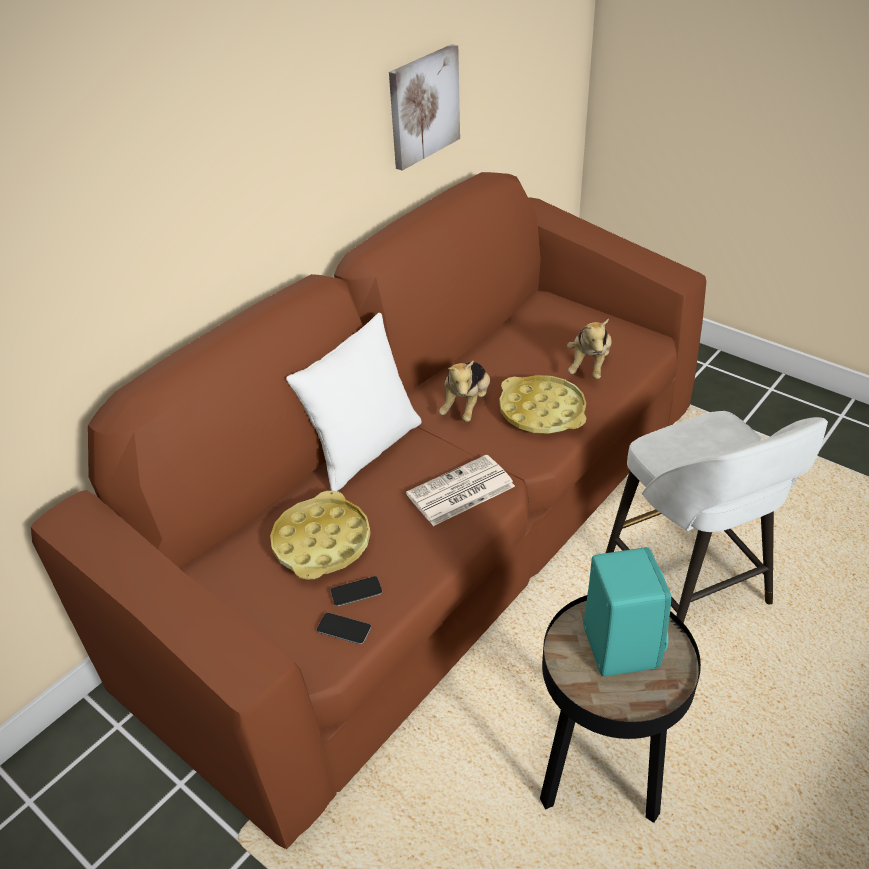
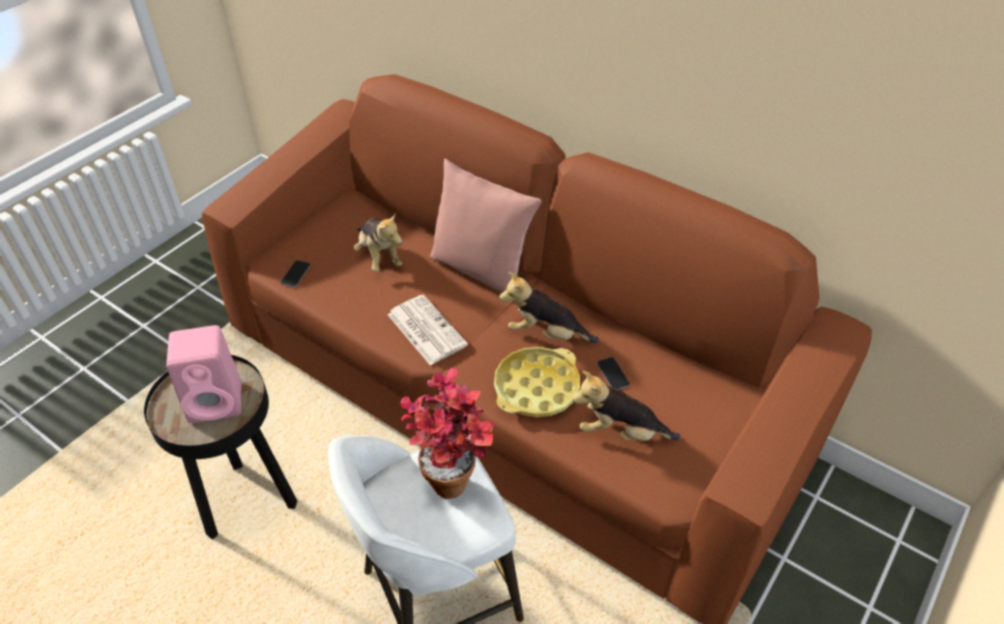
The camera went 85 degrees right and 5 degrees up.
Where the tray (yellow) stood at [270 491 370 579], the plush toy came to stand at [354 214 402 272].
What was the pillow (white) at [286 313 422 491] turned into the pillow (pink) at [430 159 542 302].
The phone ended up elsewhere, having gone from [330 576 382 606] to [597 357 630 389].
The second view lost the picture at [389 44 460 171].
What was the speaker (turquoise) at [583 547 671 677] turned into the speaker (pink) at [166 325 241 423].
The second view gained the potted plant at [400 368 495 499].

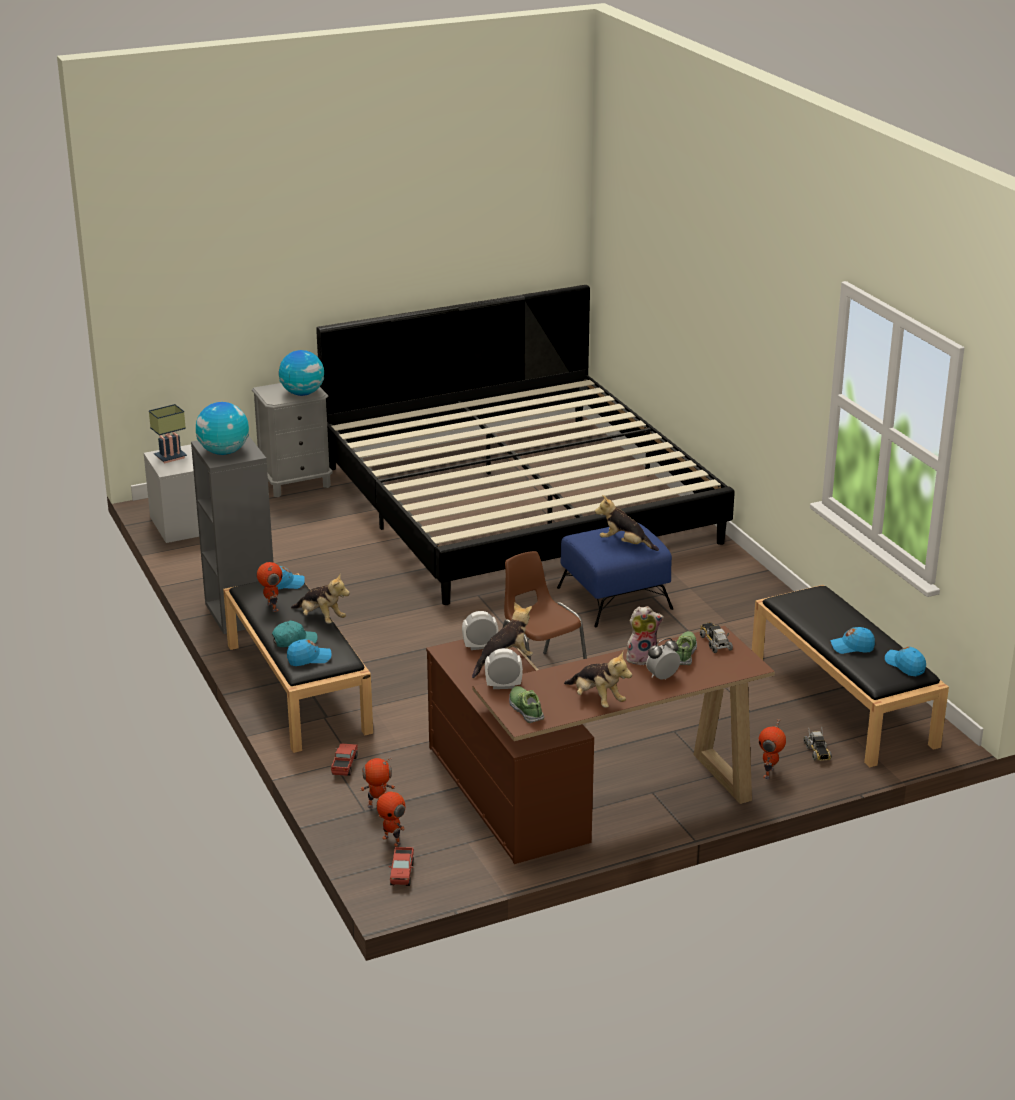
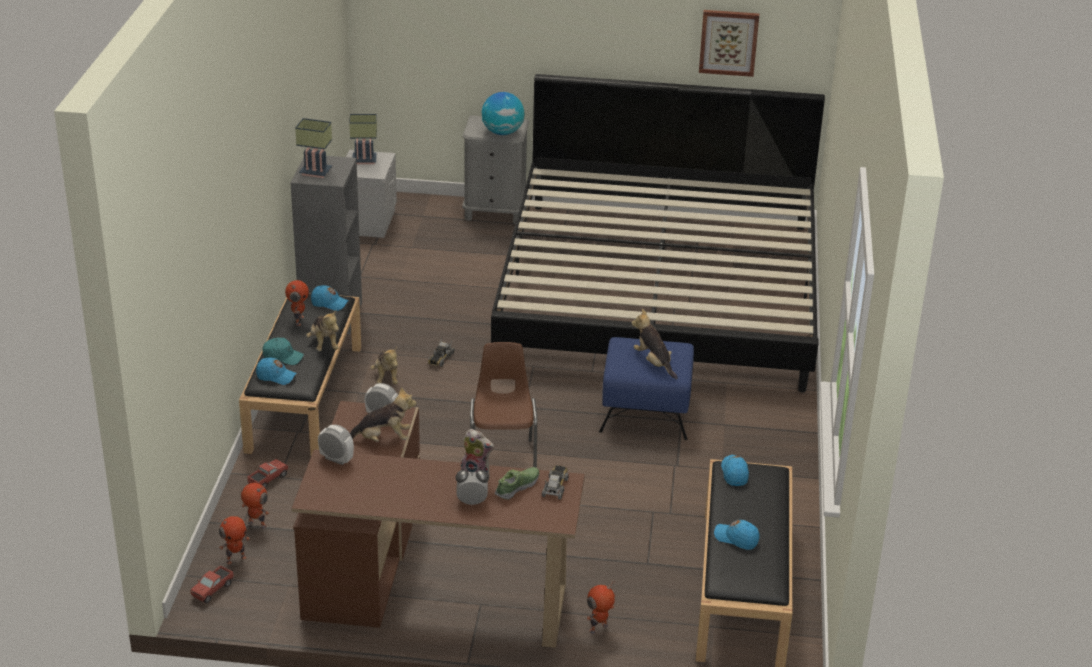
The camera went 30 degrees right and 5 degrees up.
Where the globe stood at [196 402 249 455], the table lamp came to stand at [295 118 332 178].
The toy robot at [377 784 405 847] ended up facing another way, 105 degrees counterclockwise from before.
The second view lost the shoe at [509 686 545 723].
The plush toy ended up elsewhere, having gone from [564 652 632 708] to [370 347 398 384].
The toy truck ended up elsewhere, having gone from [804 727 832 761] to [428 338 455 366].
The cap (blue) ended up elsewhere, having gone from [885 647 926 676] to [721 455 749 486].
The second view gained the picture at [699 10 759 77].

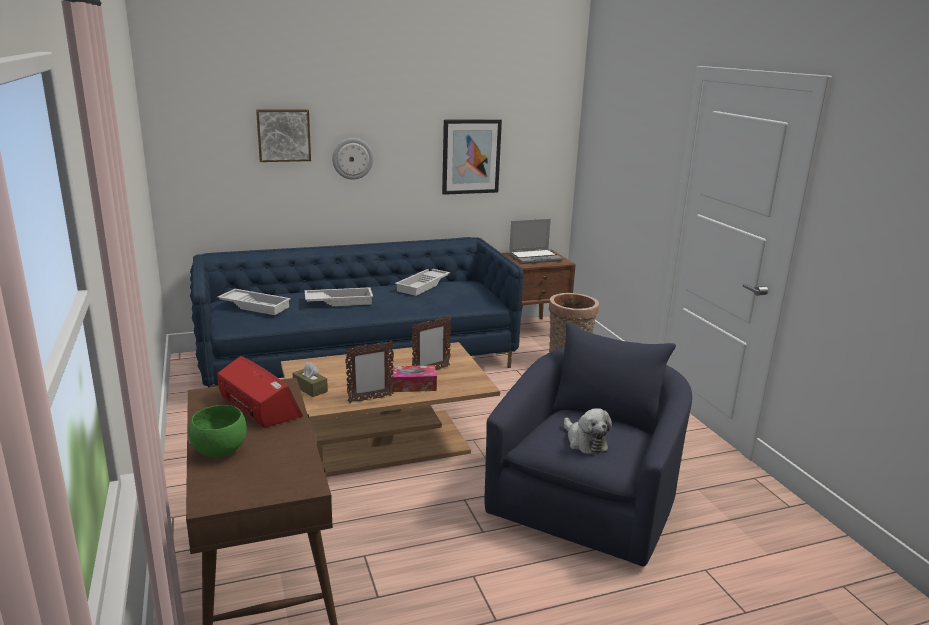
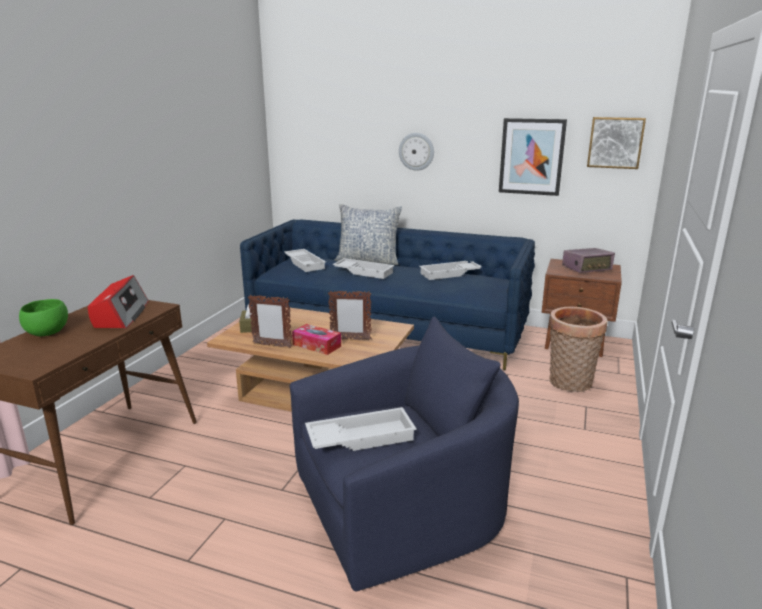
The camera went 40 degrees right and 0 degrees up.
The picture ended up elsewhere, having gone from [256 110 311 162] to [587 117 646 169].
Where the laptop stood at [509 219 563 264], the radio came to stand at [562 248 615 273].
Where the plush toy stood at [564 408 612 455], the tray (white) came to stand at [305 407 417 451].
The second view gained the pillow at [335 204 402 265].

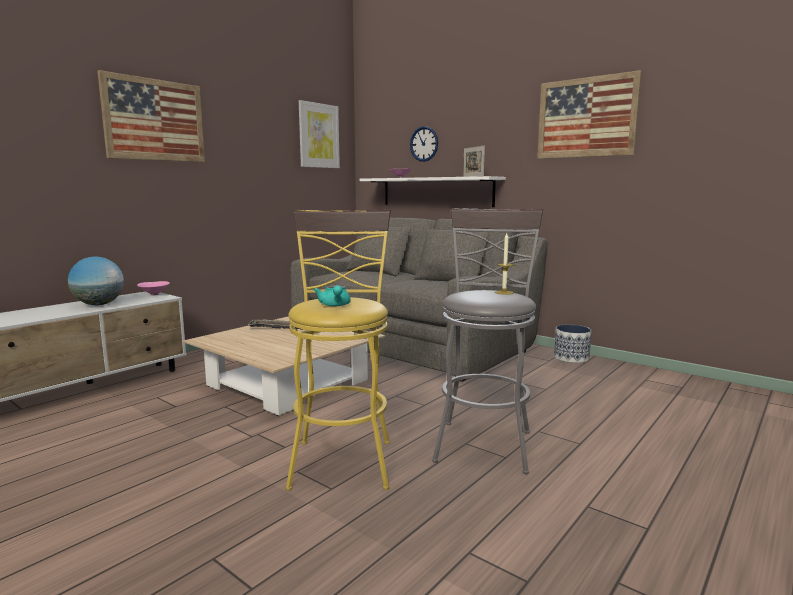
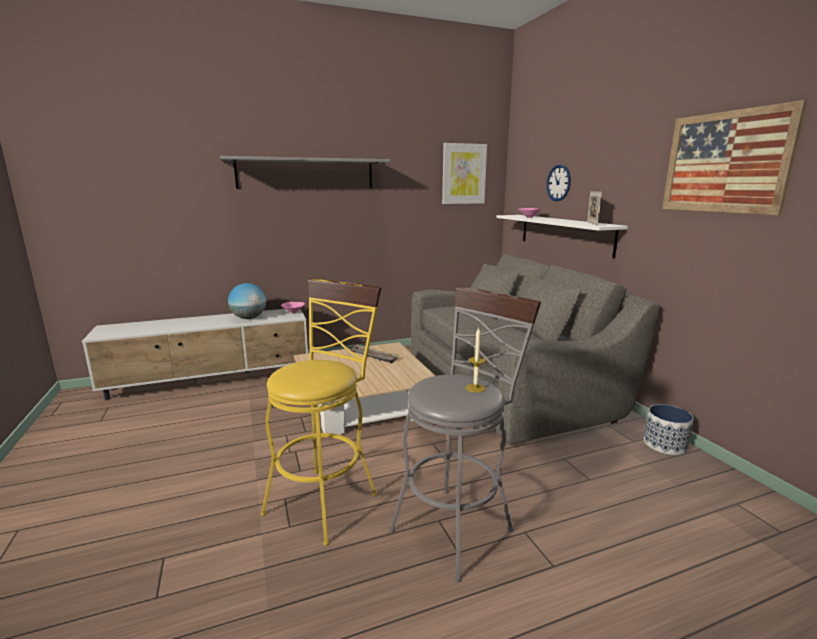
The camera went 30 degrees right and 5 degrees up.
Where the picture hung at [97 70 205 162], the shelf (grey) came to hang at [220 156 390 189].
The second view lost the teapot (turquoise) at [314 285 351 306].

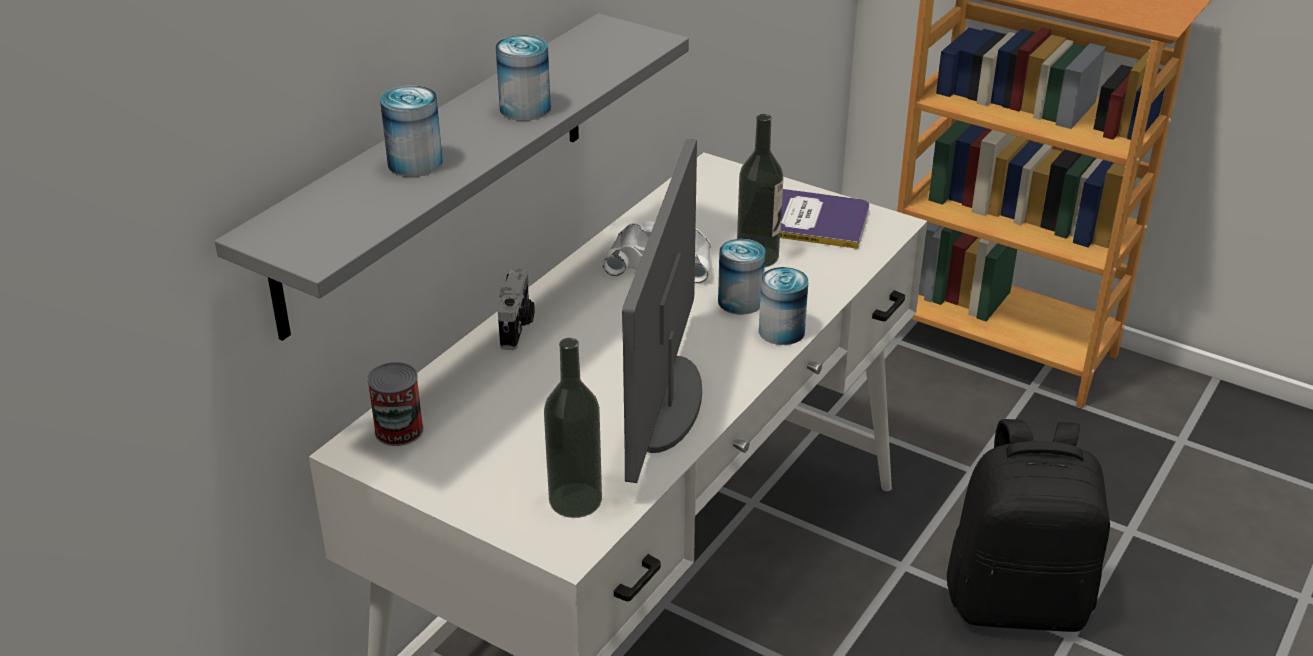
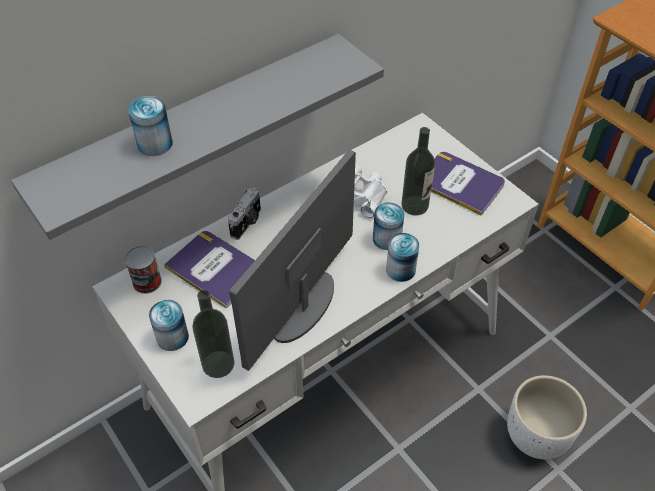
The camera went 20 degrees right and 15 degrees up.
The can ended up elsewhere, having gone from [496 35 551 121] to [149 300 189 351].
Where the backpack (black) stood at [947 419 1110 632], the planter (white) came to stand at [507 375 587 459].
The second view gained the book at [164 231 255 309].

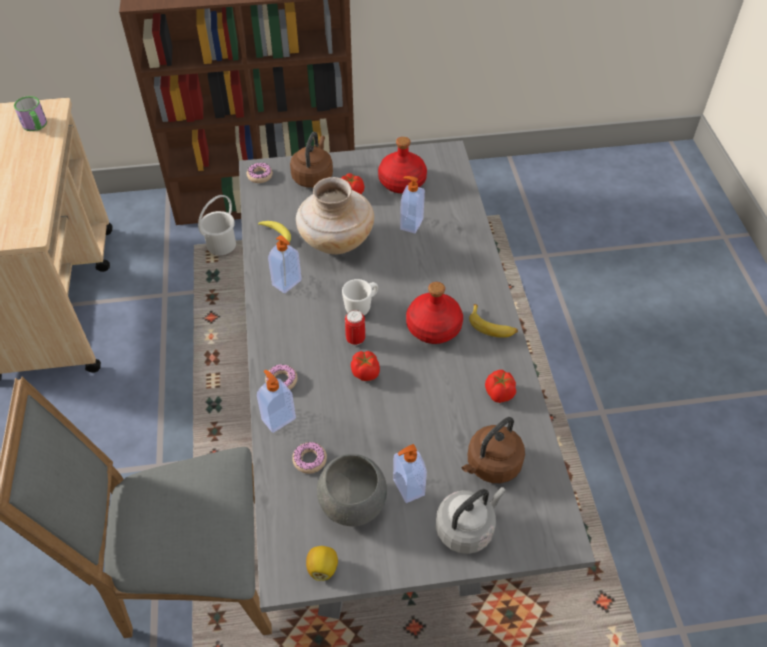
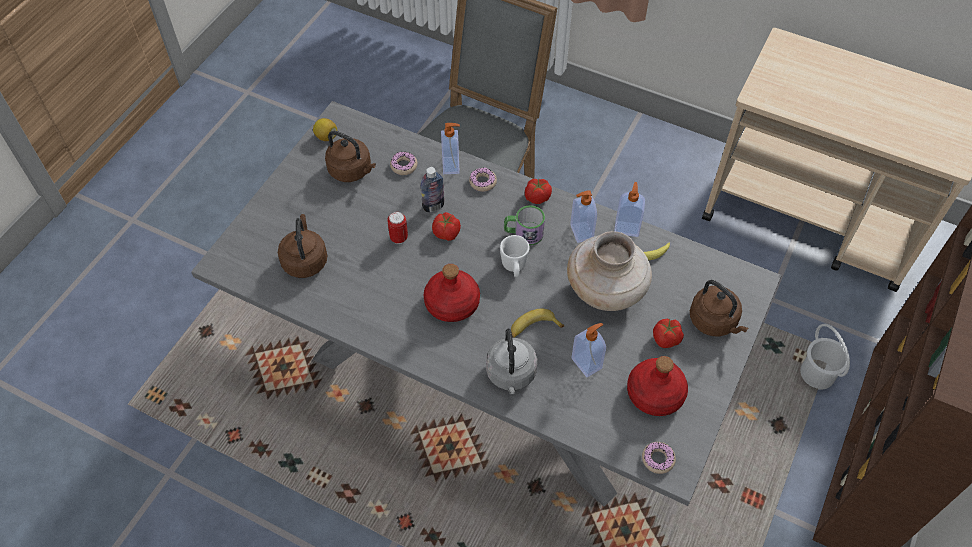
The camera went 125 degrees right and 5 degrees up.
The mug ended up elsewhere, having gone from [14 96 47 131] to [504 205 545 245].
The donut ended up elsewhere, having gone from [247 162 273 183] to [642 442 676 474].
Where the bowl (grey) stood at [317 454 387 526], the kettle (brown) came to stand at [325 131 376 182].
The can ended up elsewhere, having gone from [345 310 365 346] to [387 211 408 244].
The soap dispenser ended up elsewhere, having gone from [393 444 427 503] to [614 182 645 237].
The kettle (grey) ended up elsewhere, having gone from [436 487 506 554] to [486 329 537 394].
The banana ended up elsewhere, having gone from [469 304 518 338] to [511 309 565 338].
The tomato ended up elsewhere, having gone from [485 370 516 403] to [525 179 552 204].
The second view gained the bottle at [421 167 445 212].

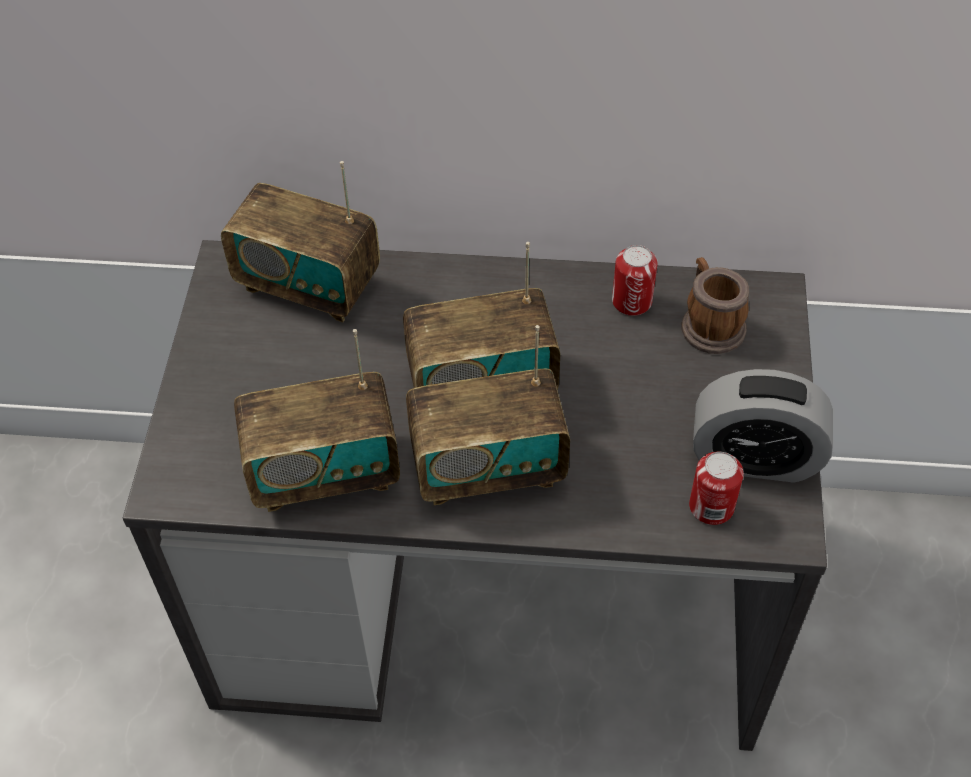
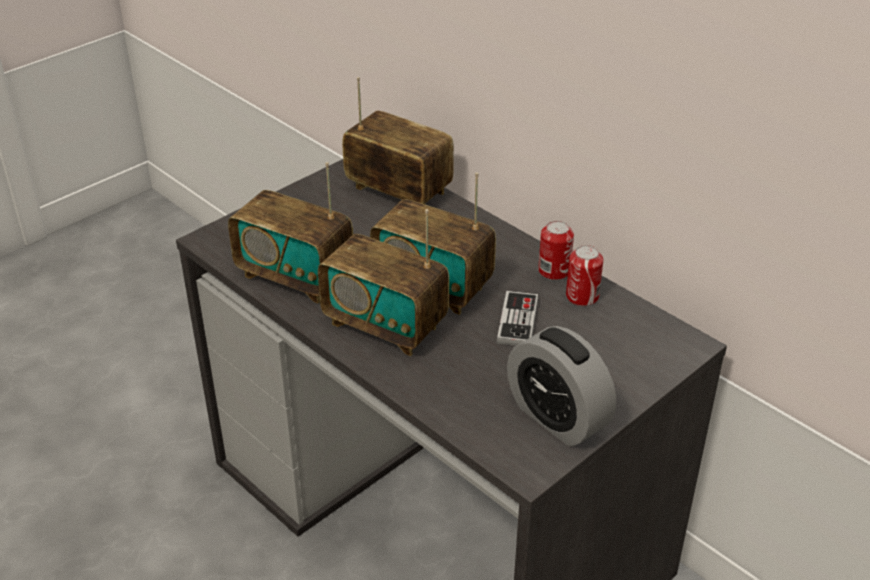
The camera went 40 degrees right and 15 degrees down.
The radio at [221 161 380 322] ended up facing another way, 150 degrees clockwise from before.
The second view lost the mug at [681 257 749 354].
The can ended up elsewhere, having gone from [689 451 744 525] to [538 221 574 280].
The second view gained the game controller at [497 291 538 346].

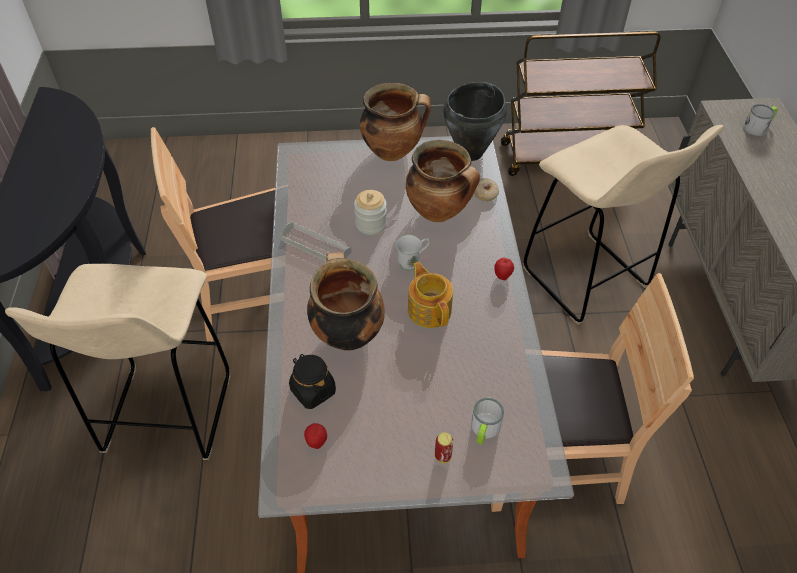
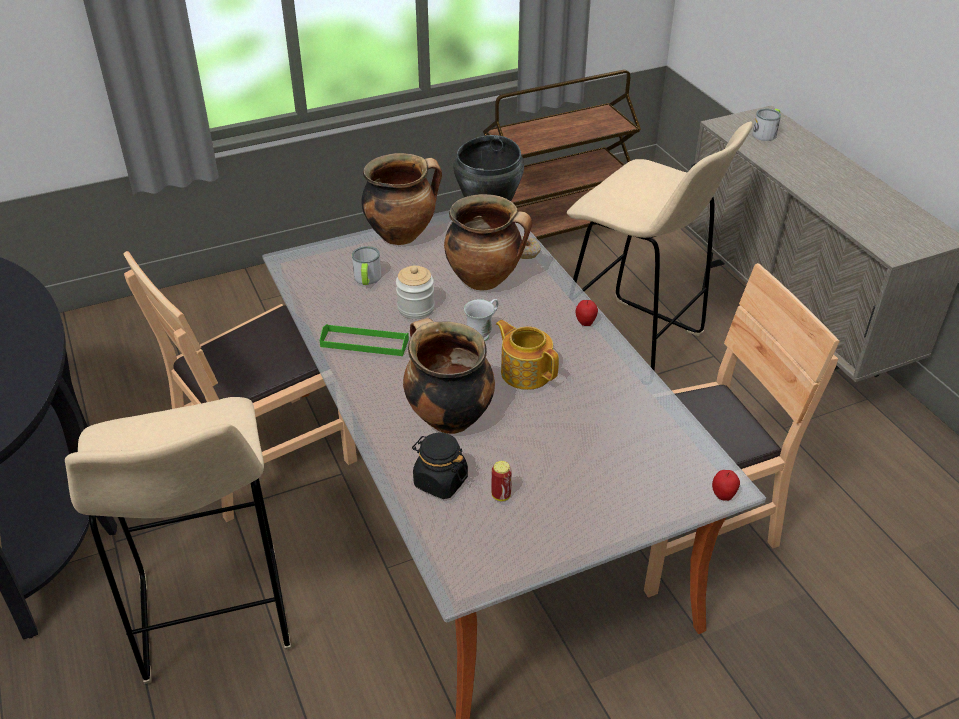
The camera went 20 degrees left and 10 degrees down.
What was the tray (grey) at [280 222 351 260] turned into the tray (green) at [320 324 409 356].
The apple ended up elsewhere, having gone from [304 423 327 449] to [712 470 740 501].
The can ended up elsewhere, having gone from [435 432 453 463] to [491 461 512 501].
The mug ended up elsewhere, having gone from [471 397 504 444] to [352 246 381 285].

